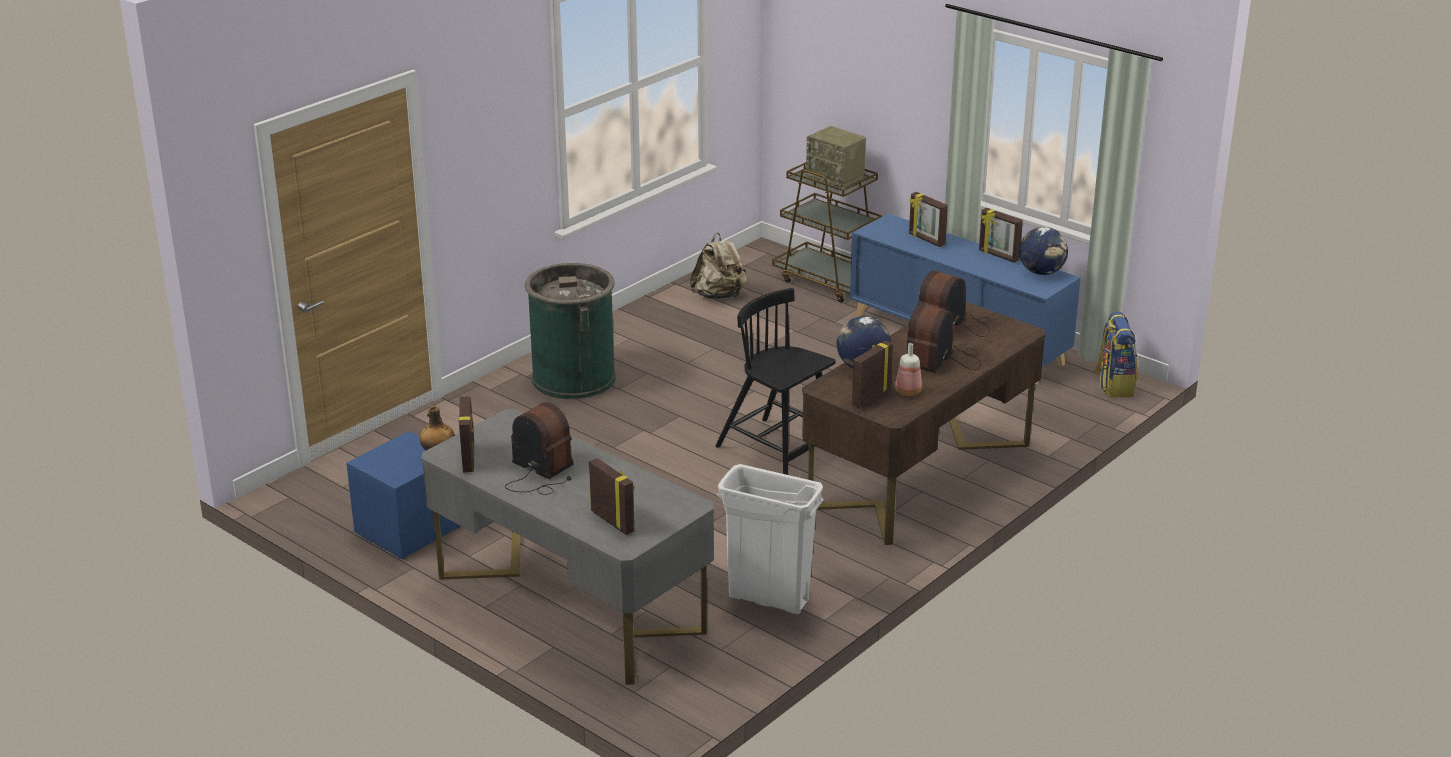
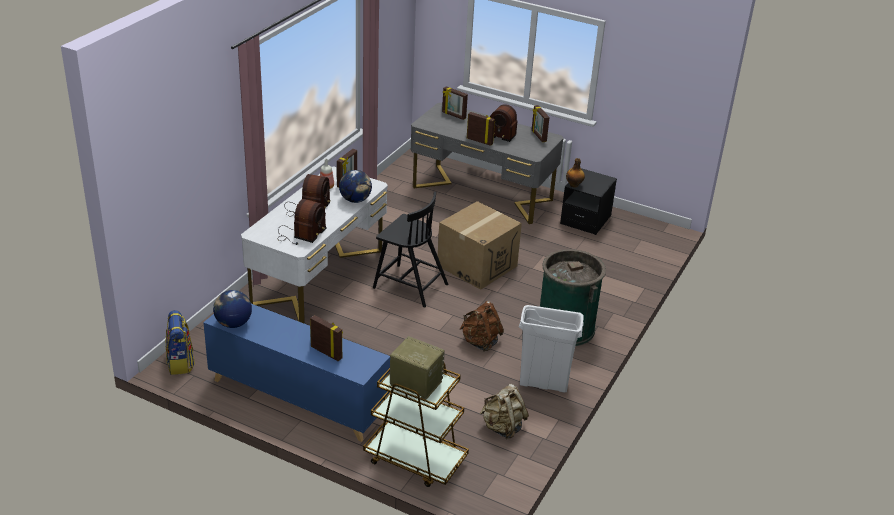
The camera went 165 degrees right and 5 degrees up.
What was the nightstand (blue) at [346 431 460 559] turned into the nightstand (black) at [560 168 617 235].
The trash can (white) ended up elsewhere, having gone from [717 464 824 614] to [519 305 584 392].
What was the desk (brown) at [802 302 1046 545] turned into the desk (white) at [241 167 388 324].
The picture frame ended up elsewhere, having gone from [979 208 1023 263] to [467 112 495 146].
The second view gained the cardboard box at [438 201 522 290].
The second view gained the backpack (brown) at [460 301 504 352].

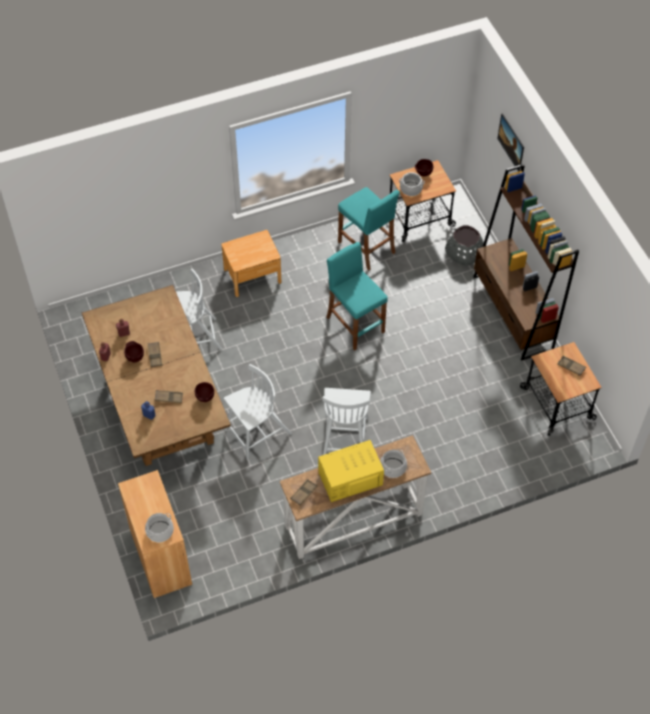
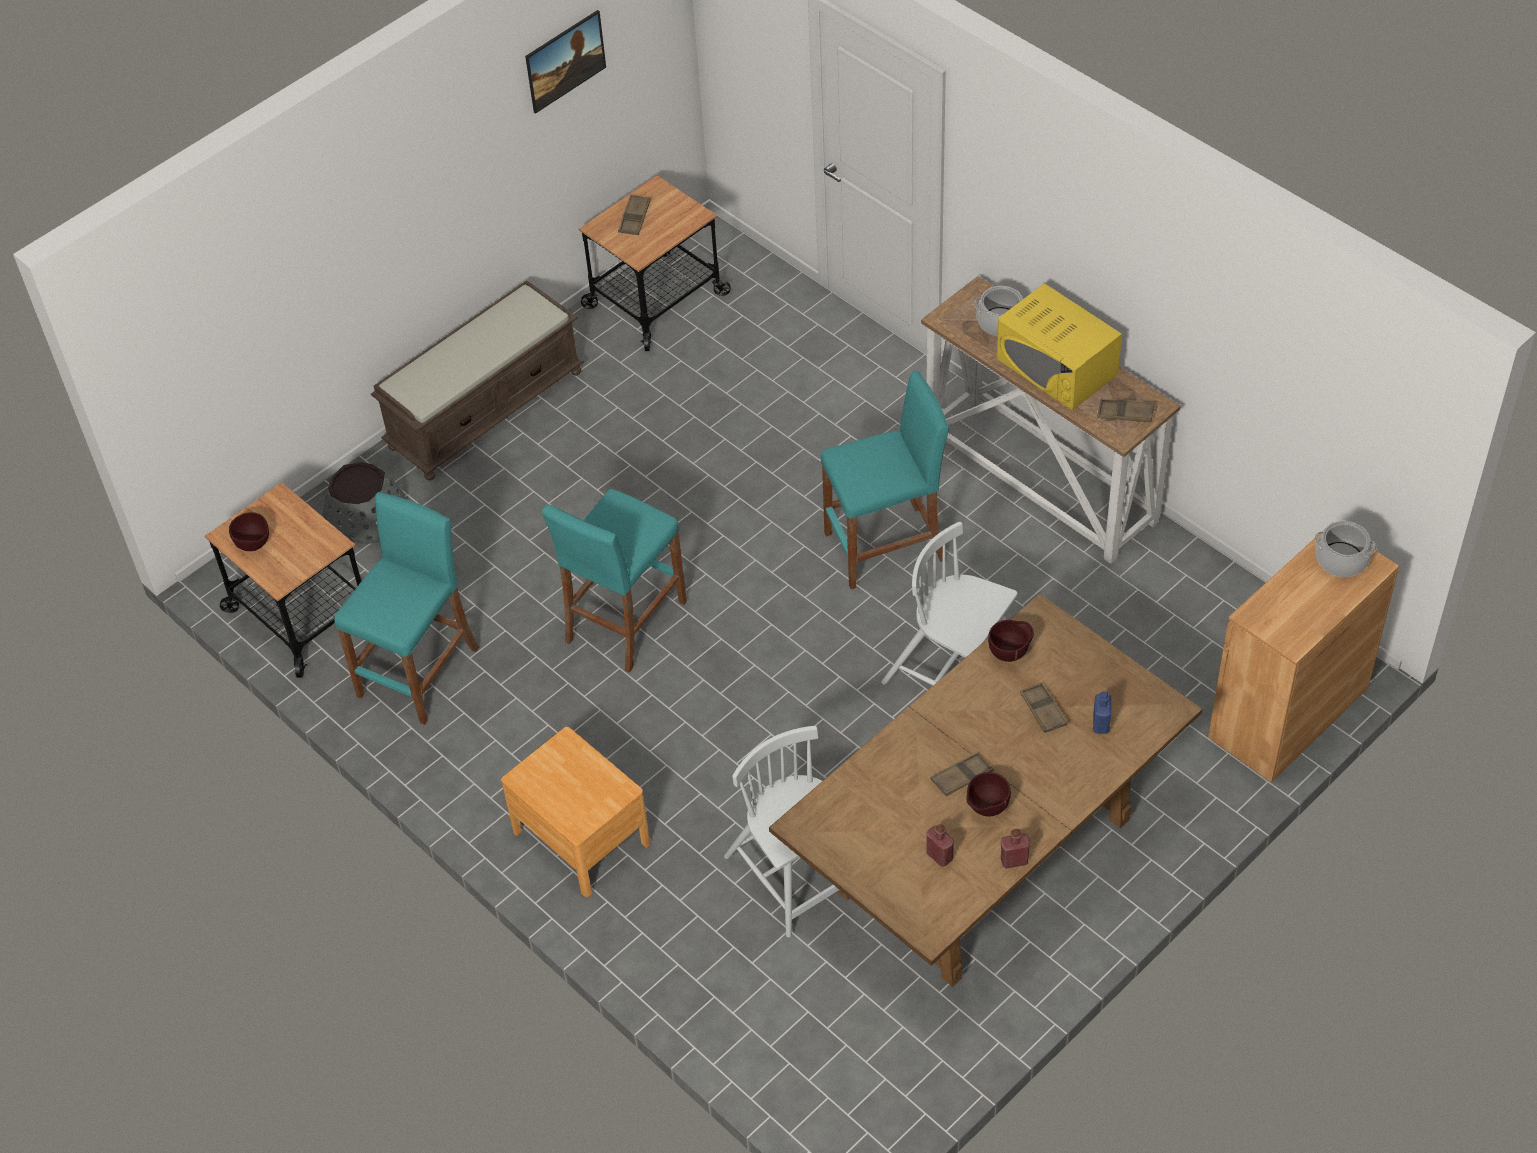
The camera went 110 degrees left and 5 degrees down.
Where the chair (white) stood at [322 388 371 455], the stool (turquoise) came to stand at [821 371 949 589].
The second view lost the cooking pot at [399 172 425 196].
Where the bookcase (brown) stood at [474 164 579 361], the bench (brown) came to stand at [370 280 584 481].
The picture ended up elsewhere, having gone from [497 113 524 172] to [525 10 606 114].

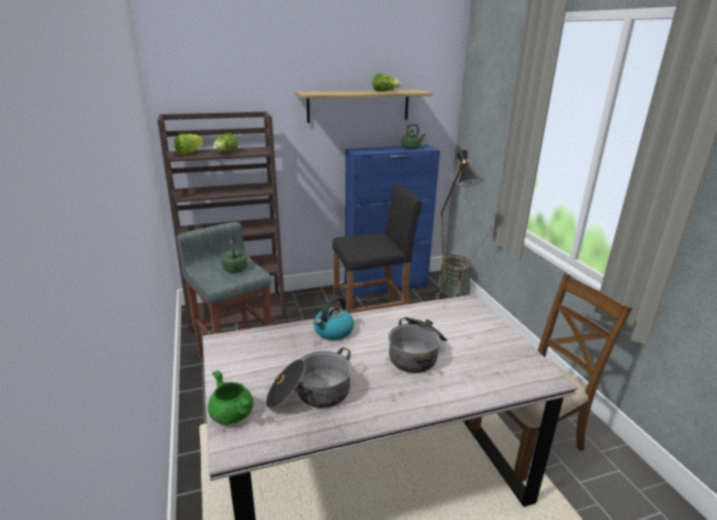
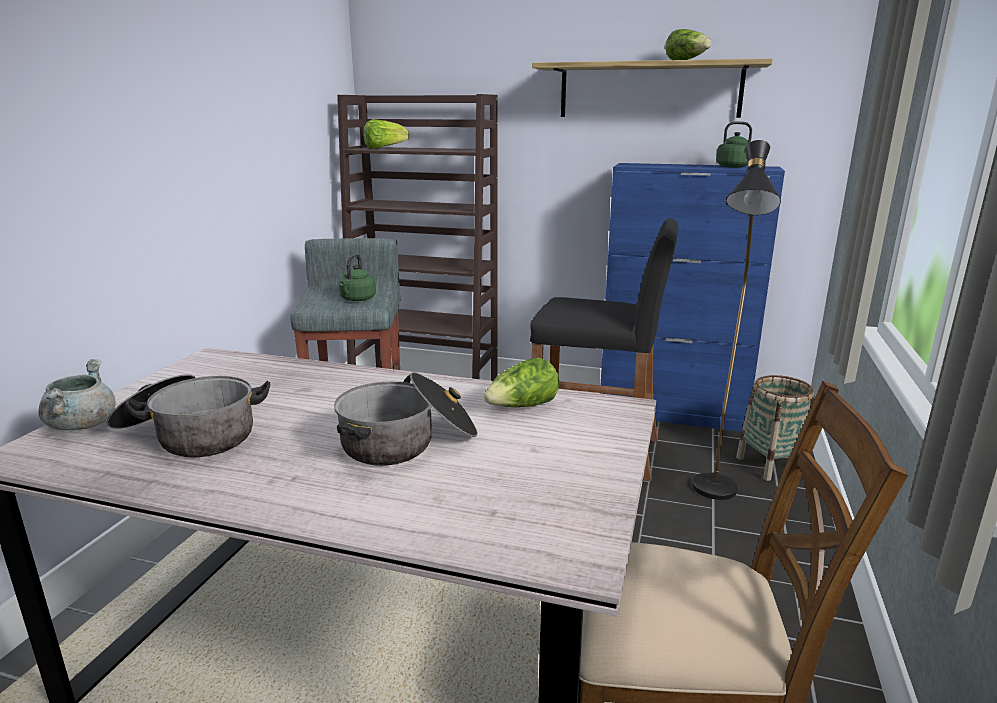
The camera went 35 degrees right and 5 degrees down.
What was the cooking pot (green) at [208 370 253 424] turned into the cooking pot (grey) at [39 359 116 430].
The lettuce ended up elsewhere, having gone from [213 133 238 152] to [483 358 559 407].
The second view lost the kettle at [313 296 354 340].

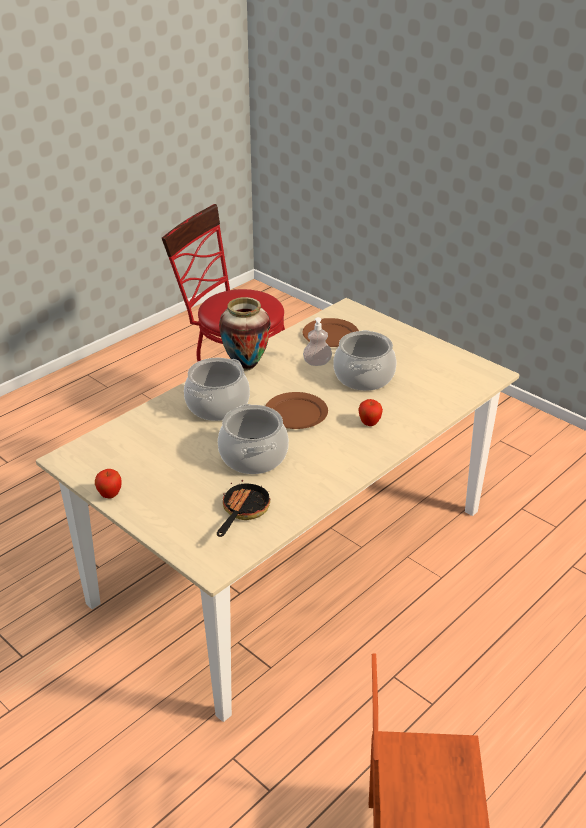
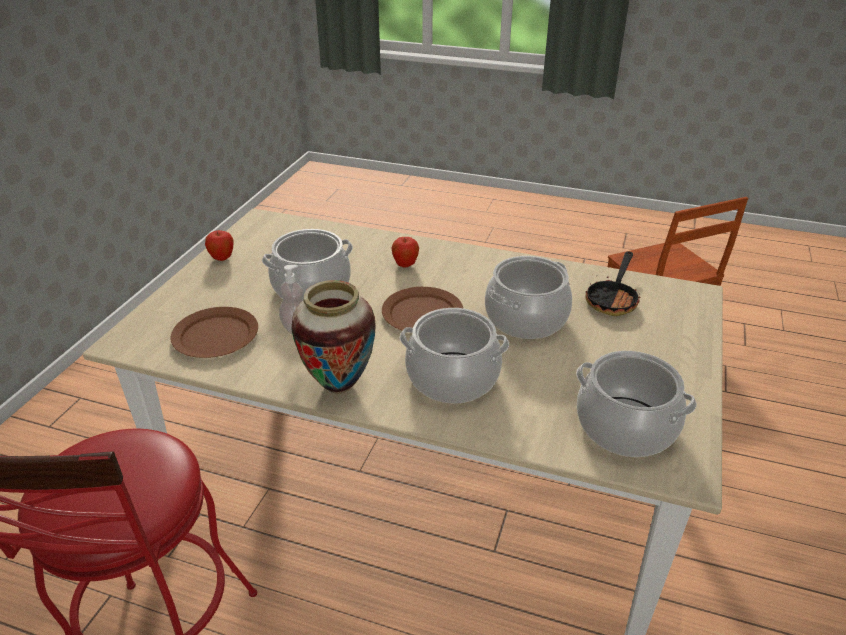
The camera went 115 degrees left and 0 degrees up.
The apple ended up elsewhere, having gone from [95 469 122 499] to [205 230 234 261].
The frying pan at [217 480 270 537] ended up facing another way, 60 degrees counterclockwise from before.
The second view gained the cooking pot at [576 351 697 457].

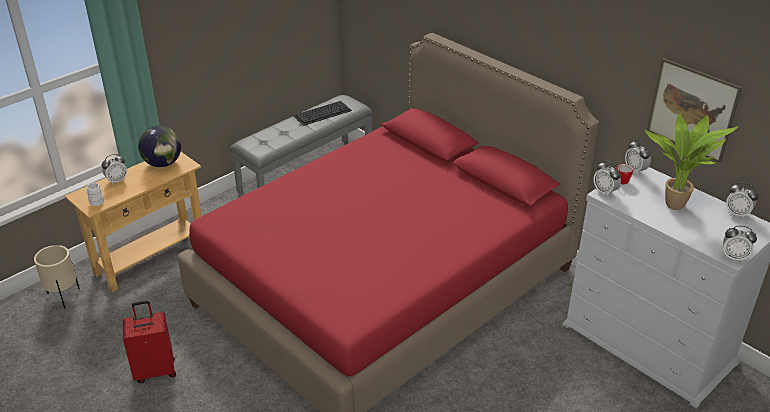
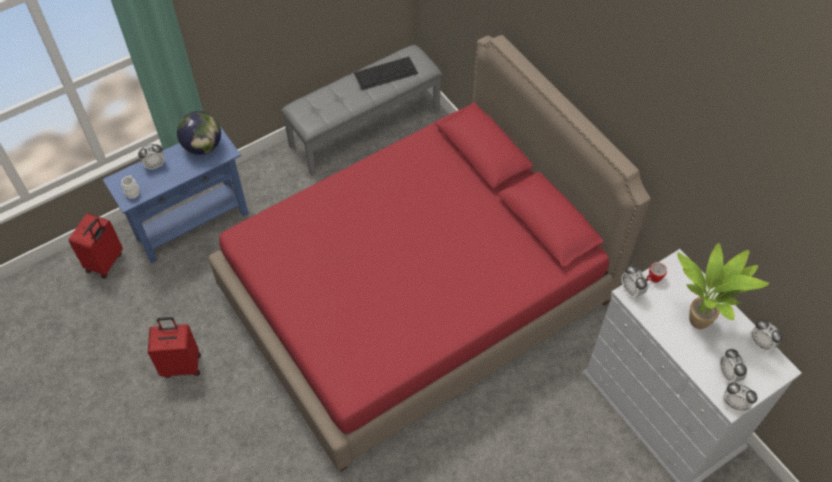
The camera went 10 degrees right and 20 degrees up.
Where the planter (beige) stood at [34 245 80 309], the suitcase (red) came to stand at [68 213 123 279].
What was the console table (beige) at [65 152 202 292] turned into the console table (blue) at [102 126 249 264].
The alarm clock ended up elsewhere, having gone from [625 140 651 174] to [719 349 747 383].
The second view lost the picture at [647 58 742 163].

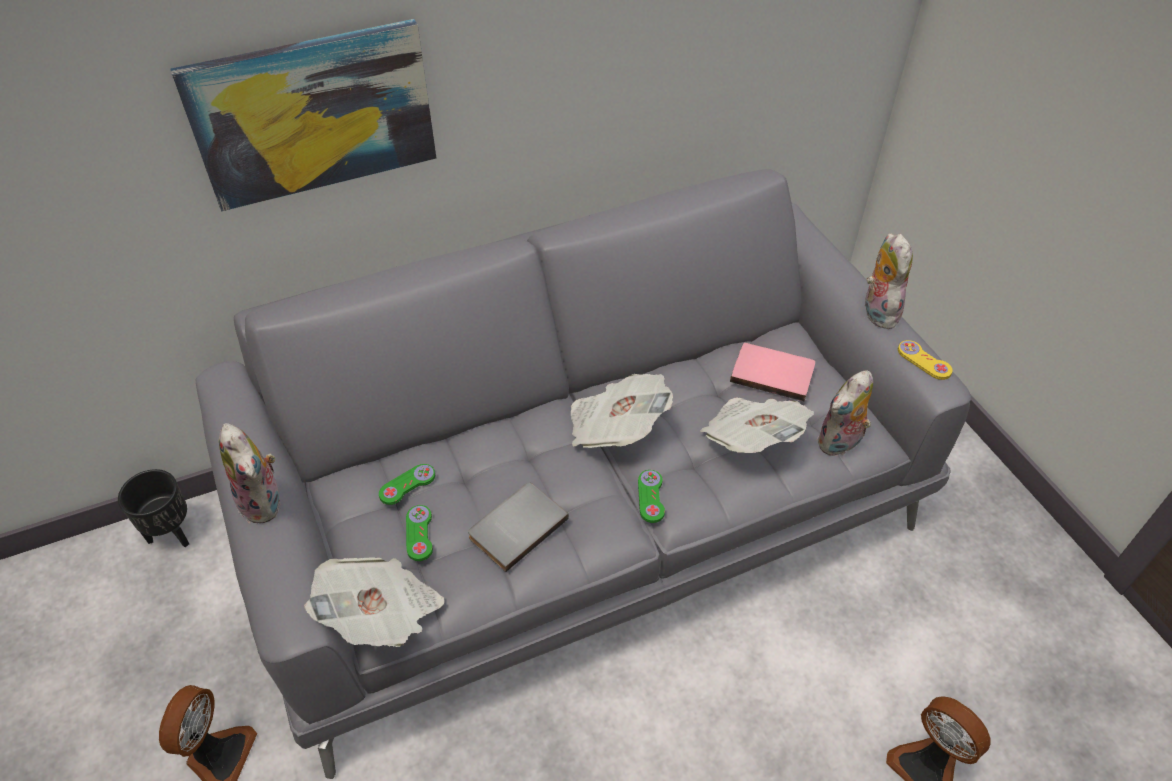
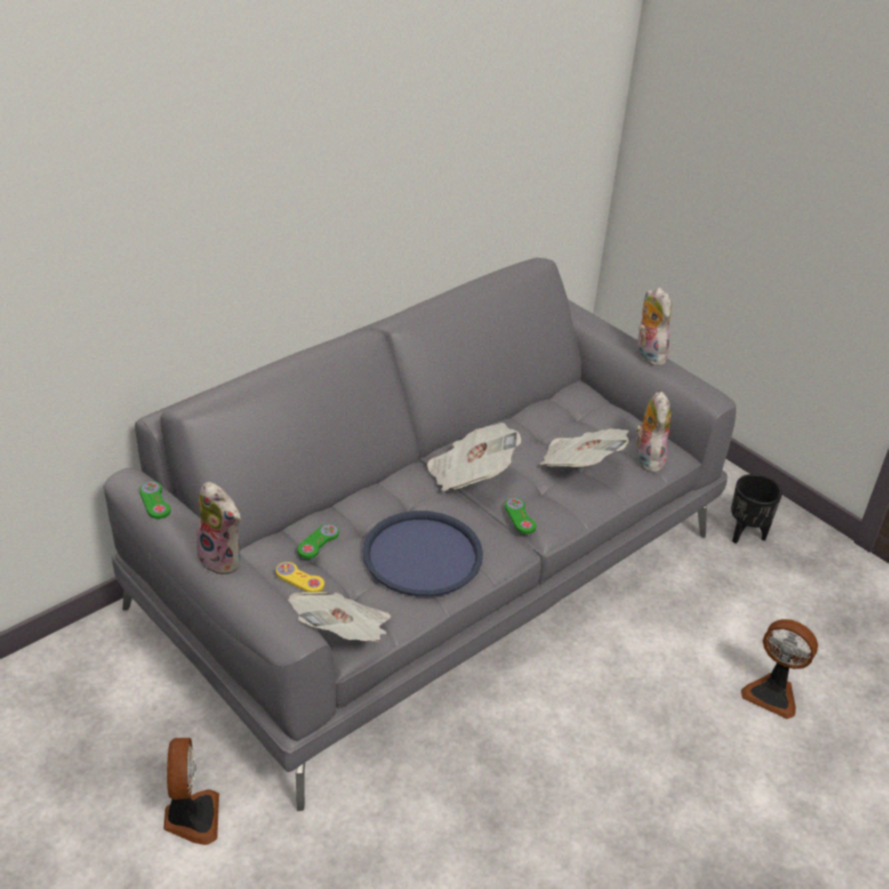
The camera went 20 degrees left and 10 degrees down.
The planter (black) ended up elsewhere, having gone from [118 469 189 548] to [731 474 782 544].
The second view lost the picture at [170 19 436 211].
The game controller (green) ended up elsewhere, having gone from [406 505 433 561] to [140 481 171 519].
Where the book (grey) stood at [468 483 569 572], the tray (blue) came to stand at [362 511 483 597].
The second view lost the book (pink) at [730 343 815 402].
The plush toy at [817 370 873 456] ended up facing another way, 150 degrees clockwise from before.
The game controller (yellow) ended up elsewhere, having gone from [898 340 953 380] to [276 562 325 593].

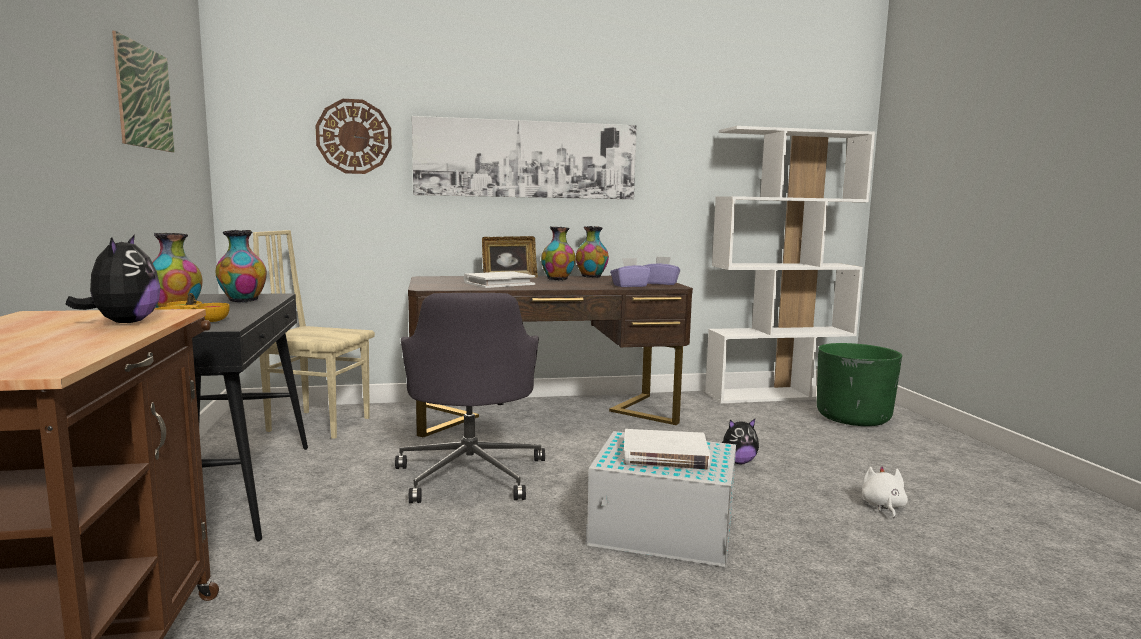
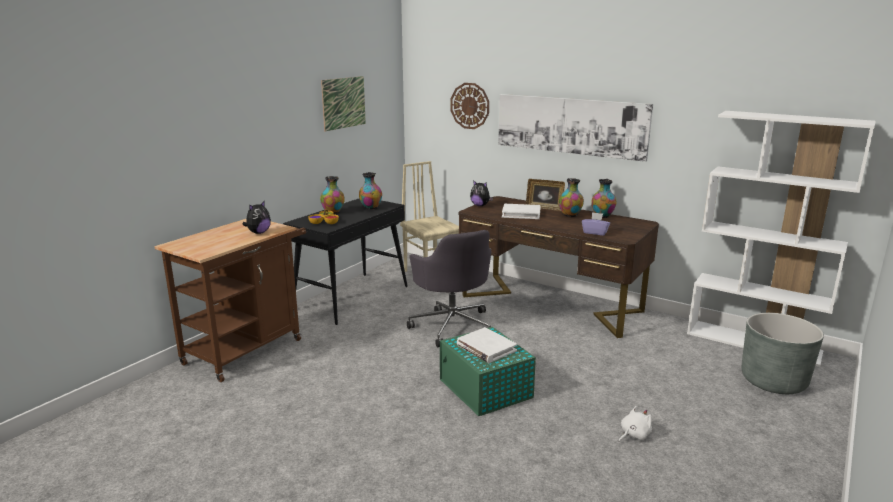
The camera went 45 degrees right and 10 degrees up.
The office chair (grey) at [395 293 545 503] ended up facing another way, 60 degrees counterclockwise from before.
What was the storage box (white) at [587 431 736 567] turned into the storage box (green) at [440 327 536 416].
The second view lost the tissue box (purple) at [644 256 680 285].
The plush toy ended up elsewhere, having gone from [721 419 759 464] to [470 180 493 206].
What was the planter (green) at [817 343 902 426] turned into the planter (grey) at [741 313 824 394].

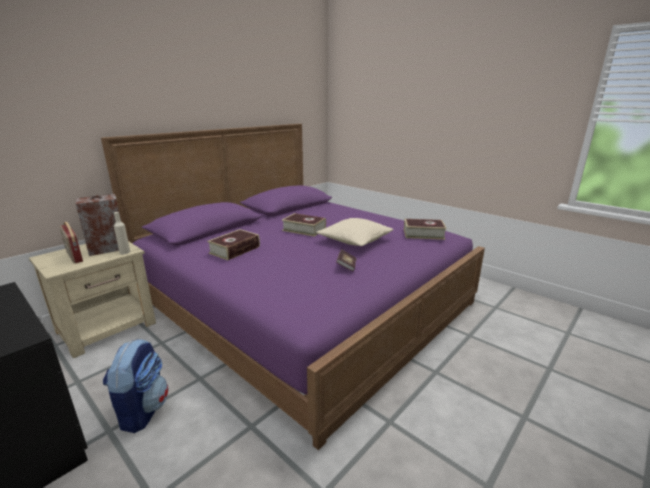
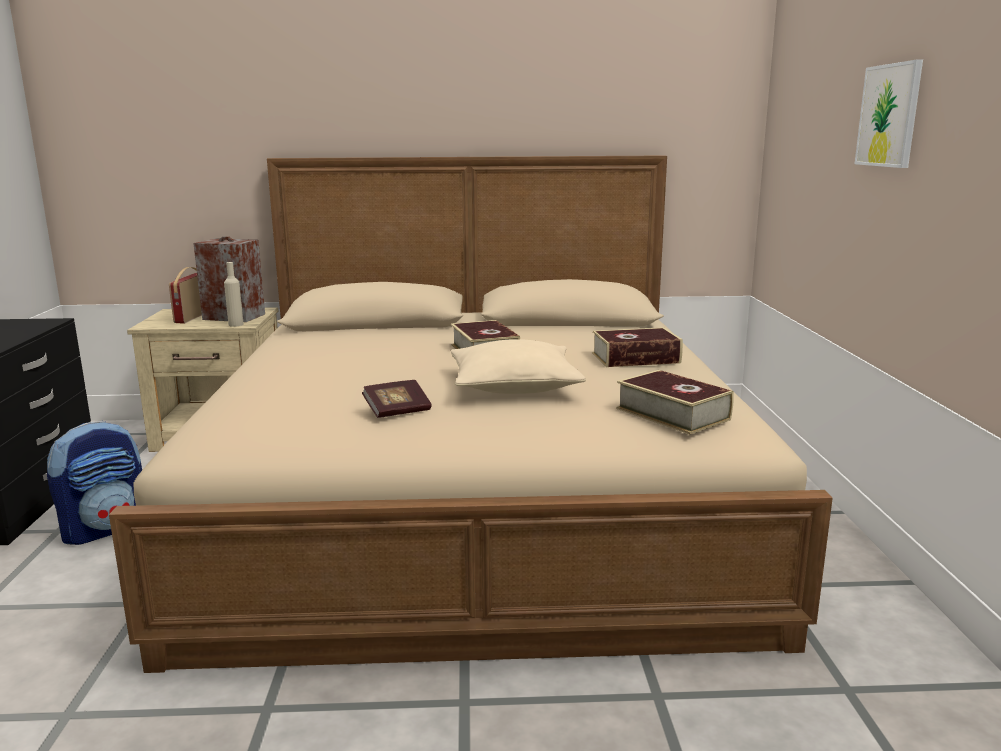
The camera went 45 degrees right and 5 degrees down.
What was the bed (purple) at [101 124 485 450] turned into the bed (beige) at [109 155 833 673].
The book ended up elsewhere, having gone from [207 229 260 260] to [592 328 683 367].
The second view gained the picture at [855 59 923 168].

